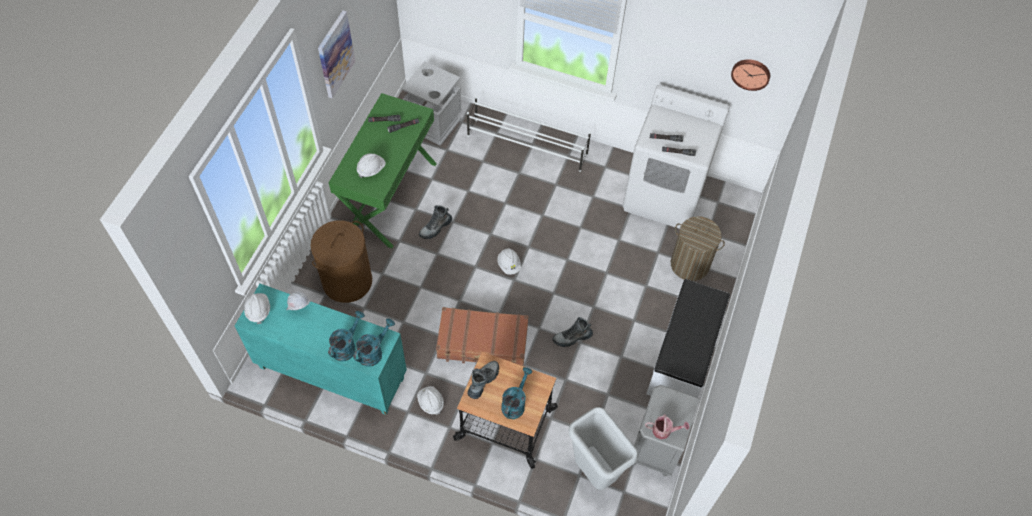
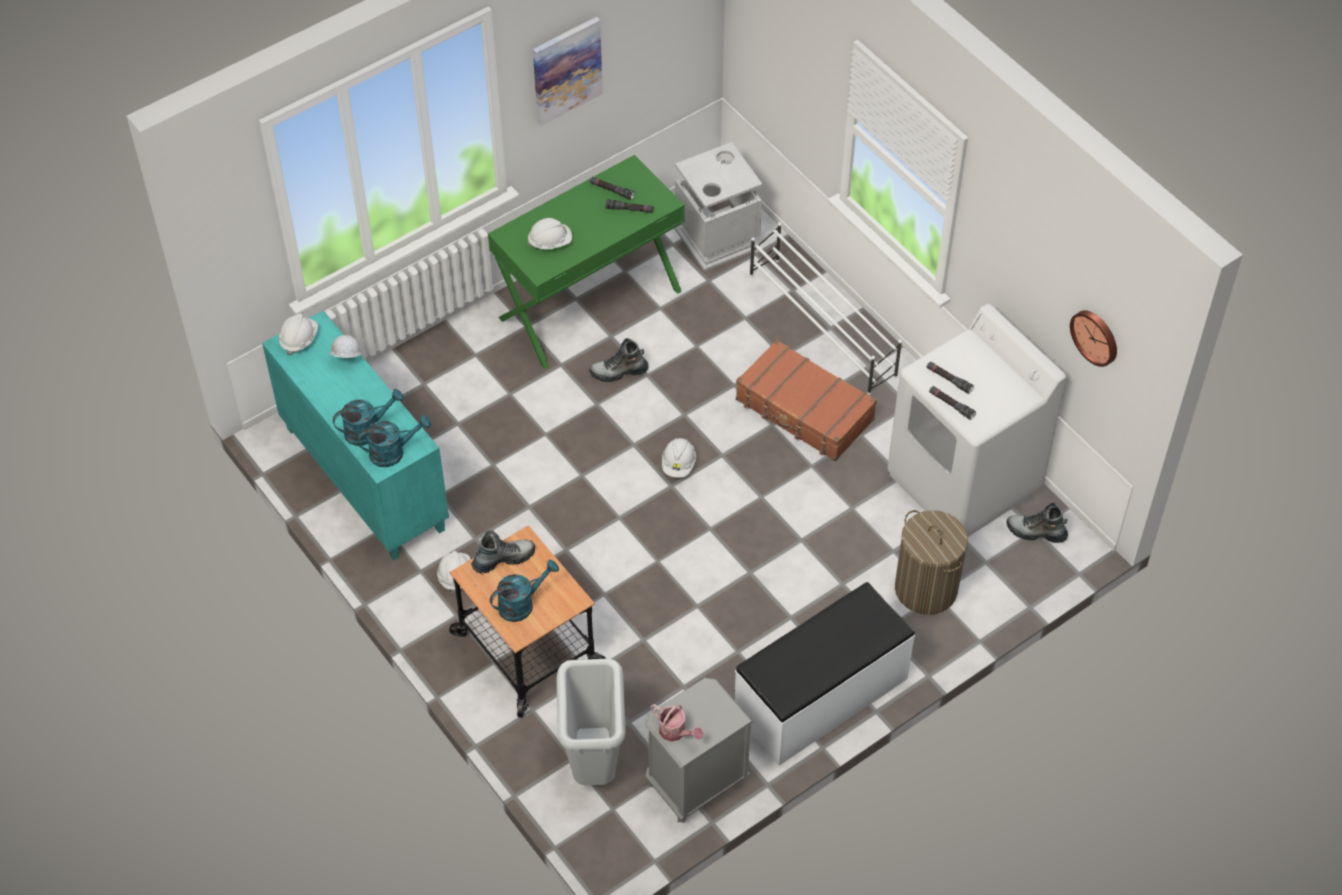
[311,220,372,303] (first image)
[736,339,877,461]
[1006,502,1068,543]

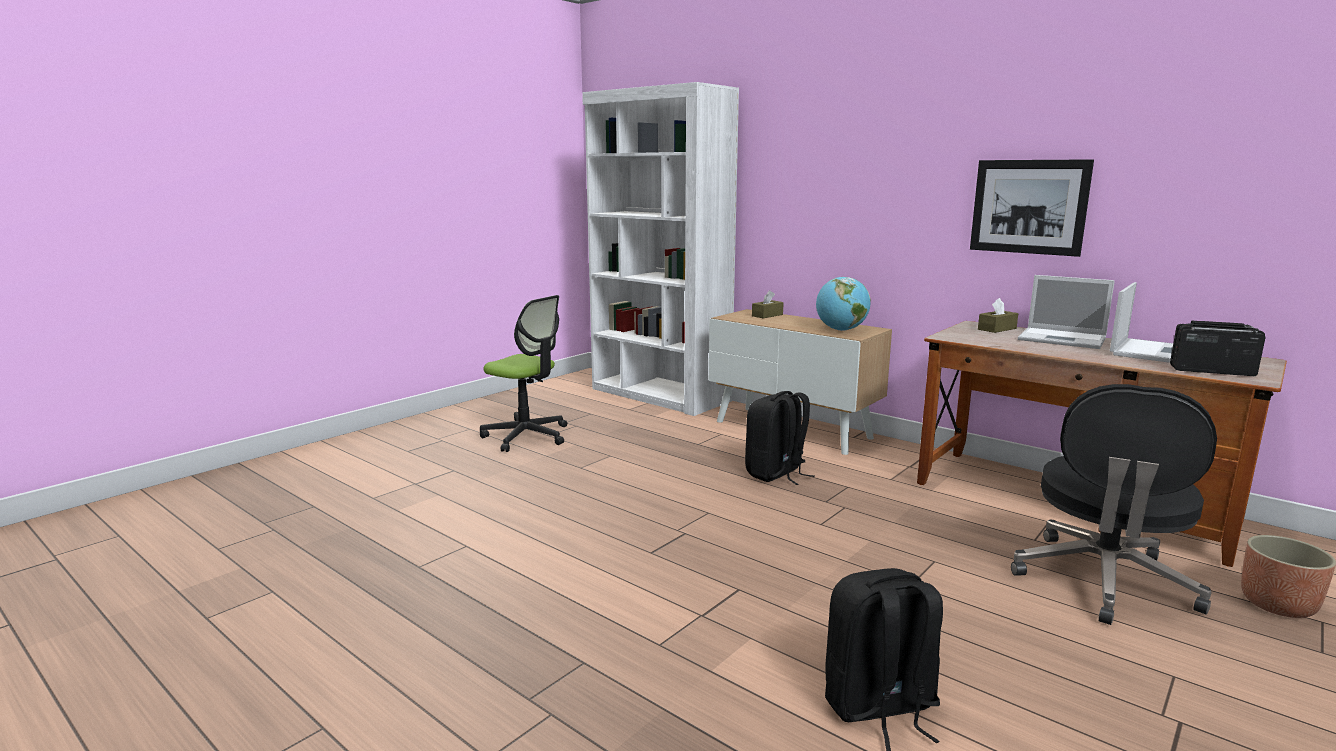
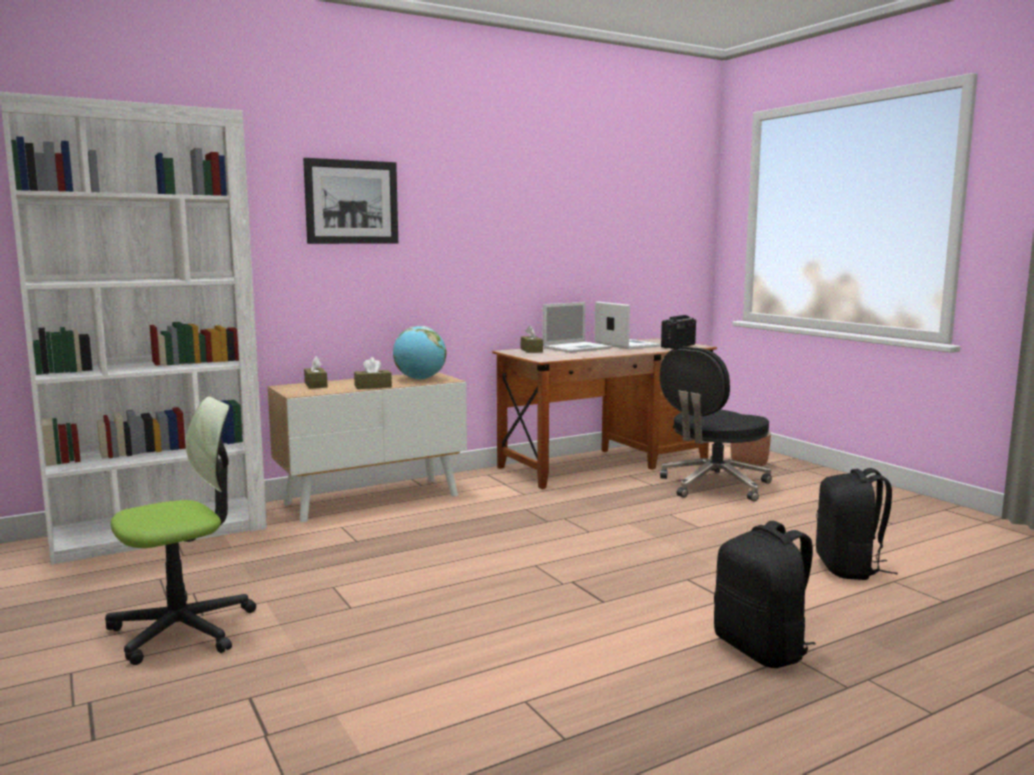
[354,357,392,389]
[714,521,816,668]
[303,158,398,244]
[660,346,772,502]

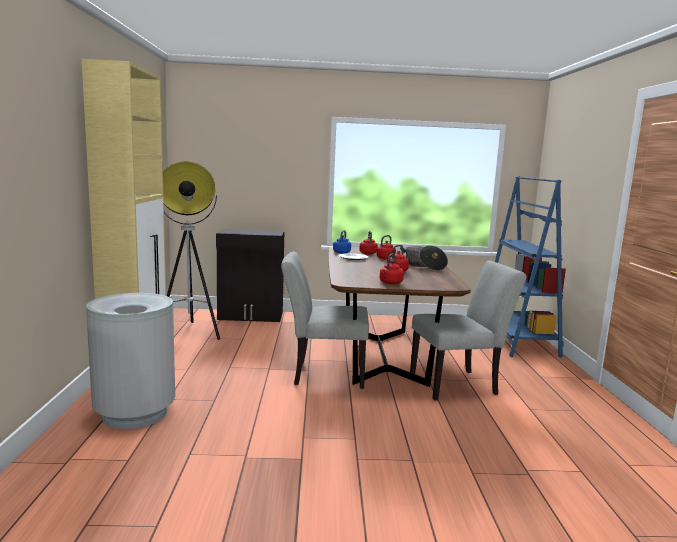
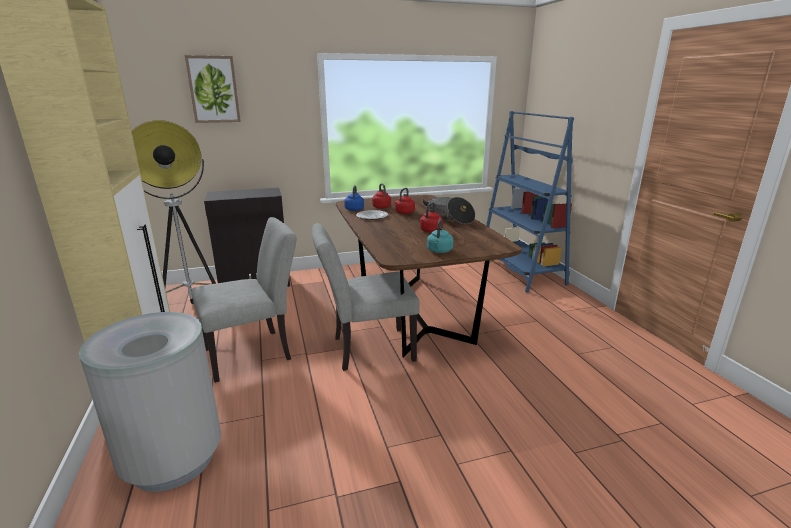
[185,55,241,123]
[191,217,297,383]
[427,219,453,253]

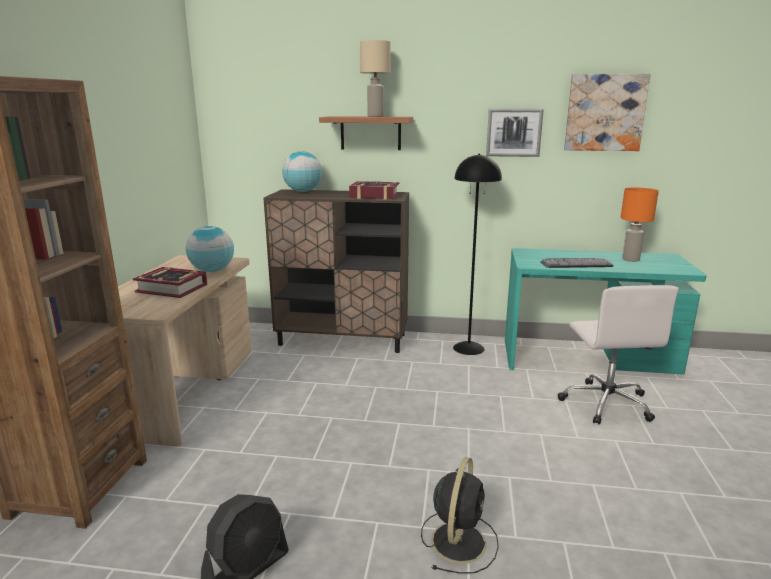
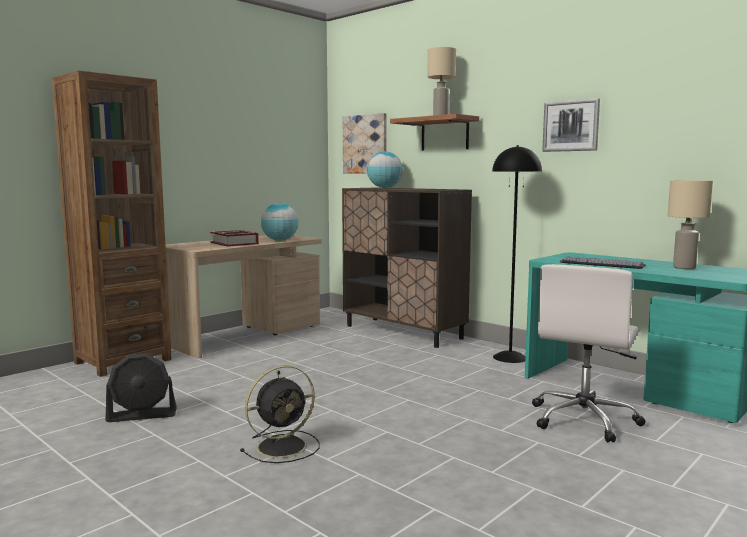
[349,181,399,200] (first image)
[343,113,387,173]
[668,180,713,269]

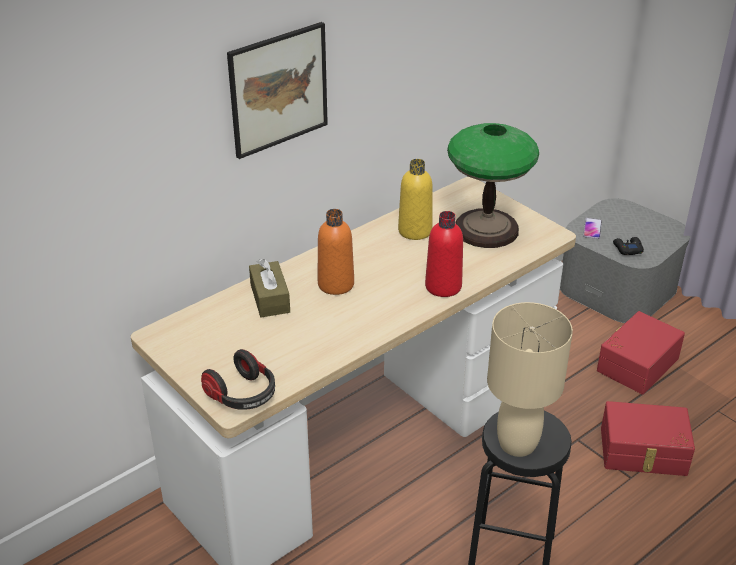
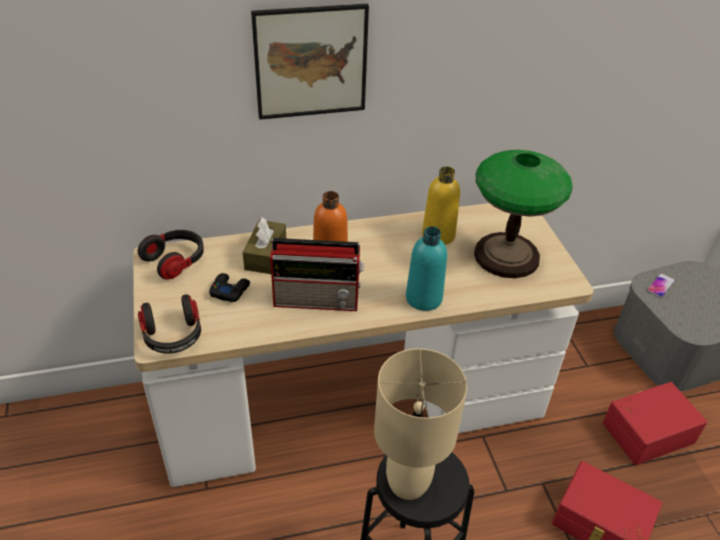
[138,230,204,280]
[270,238,364,311]
[209,273,250,302]
[406,226,447,311]

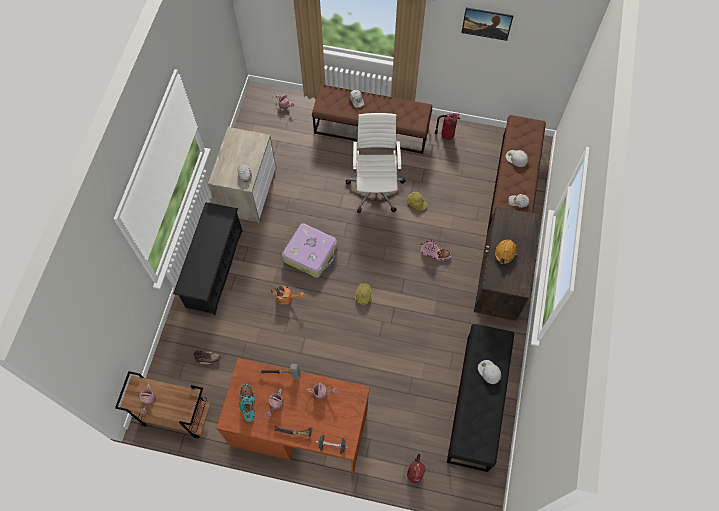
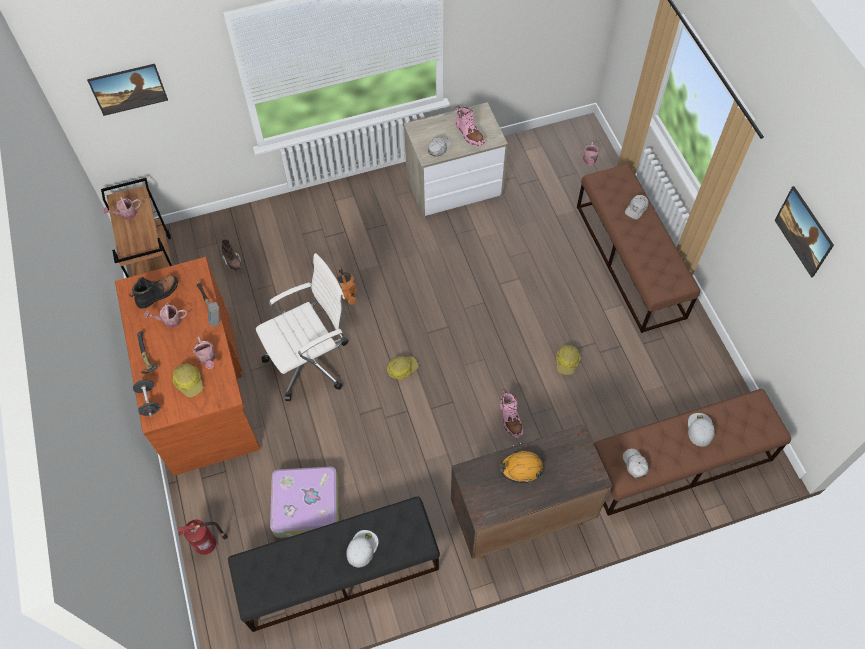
[173,202,243,315] (first image)
[435,113,460,140] (first image)
[87,64,168,116]
[172,363,204,398]
[456,106,485,146]
[270,467,338,538]
[256,253,348,401]
[129,275,178,309]

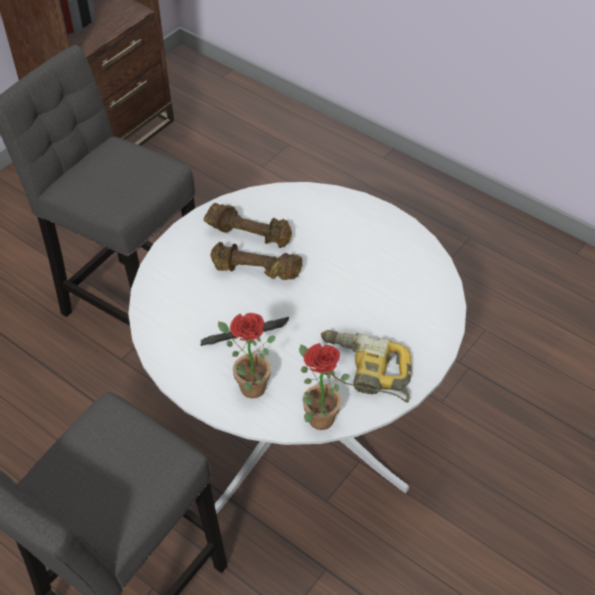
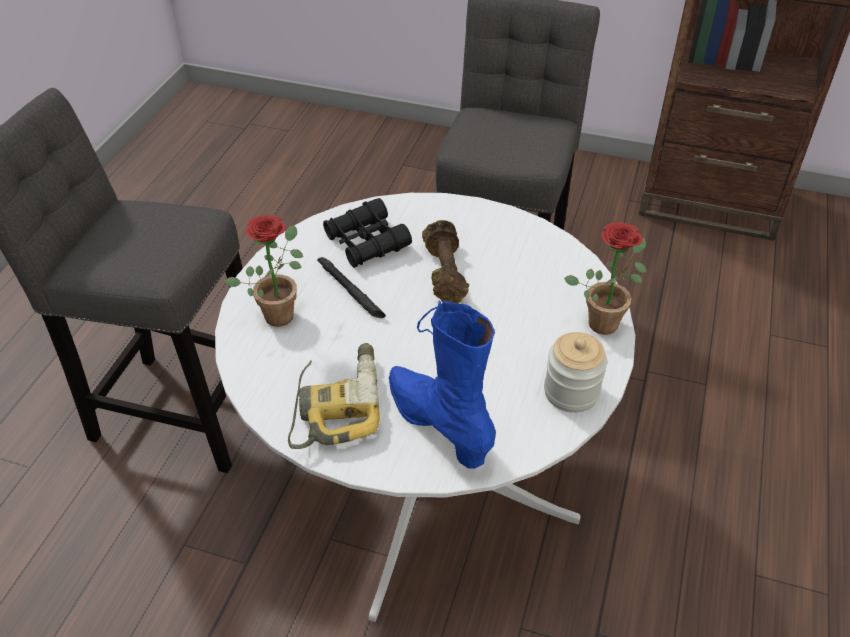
[204,203,292,248] (first image)
[323,198,412,268]
[389,301,496,469]
[544,332,607,413]
[564,222,647,335]

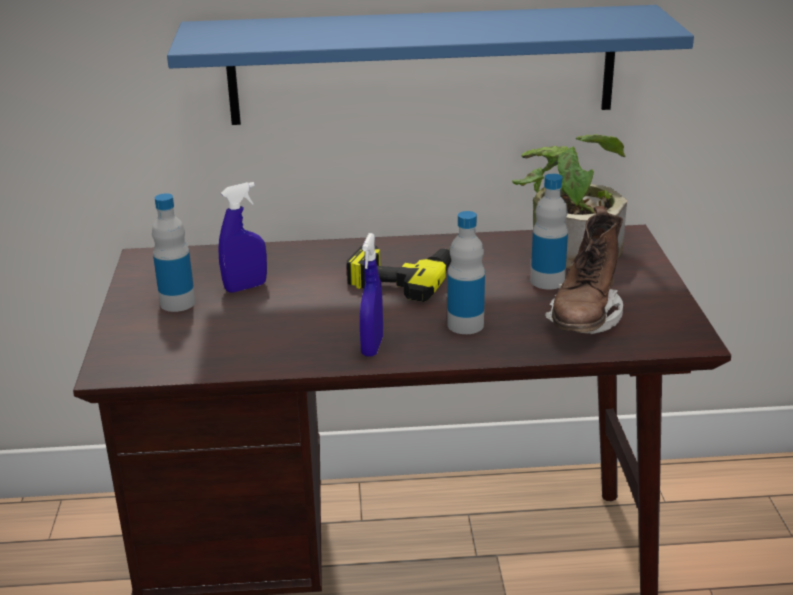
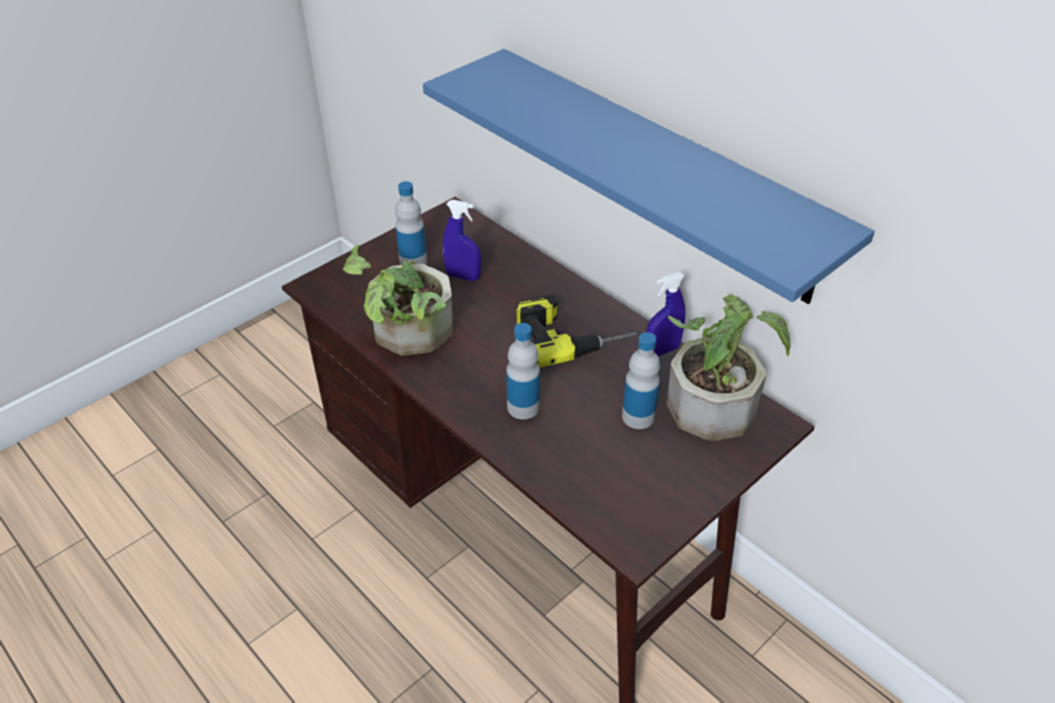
[545,206,623,334] (first image)
[343,245,453,356]
[646,272,685,357]

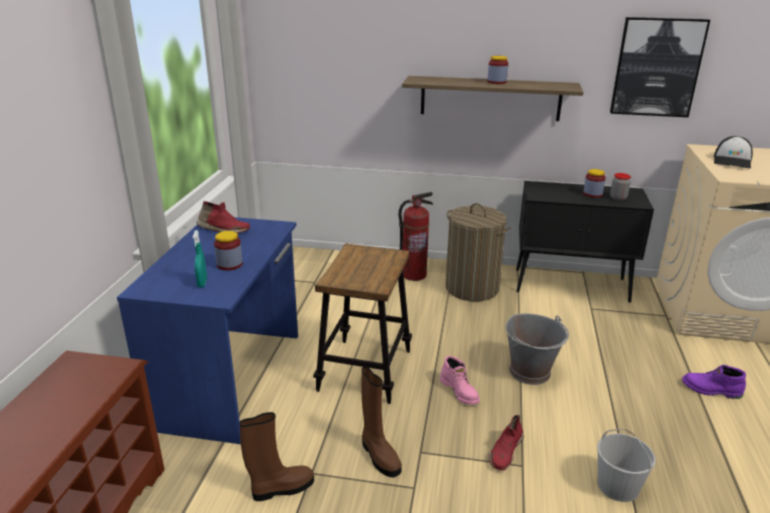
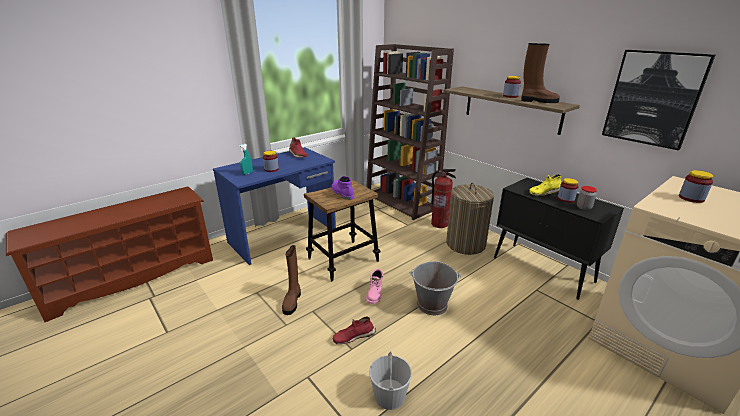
[366,44,454,220]
[529,174,562,195]
[521,43,560,103]
[332,176,354,200]
[679,170,713,203]

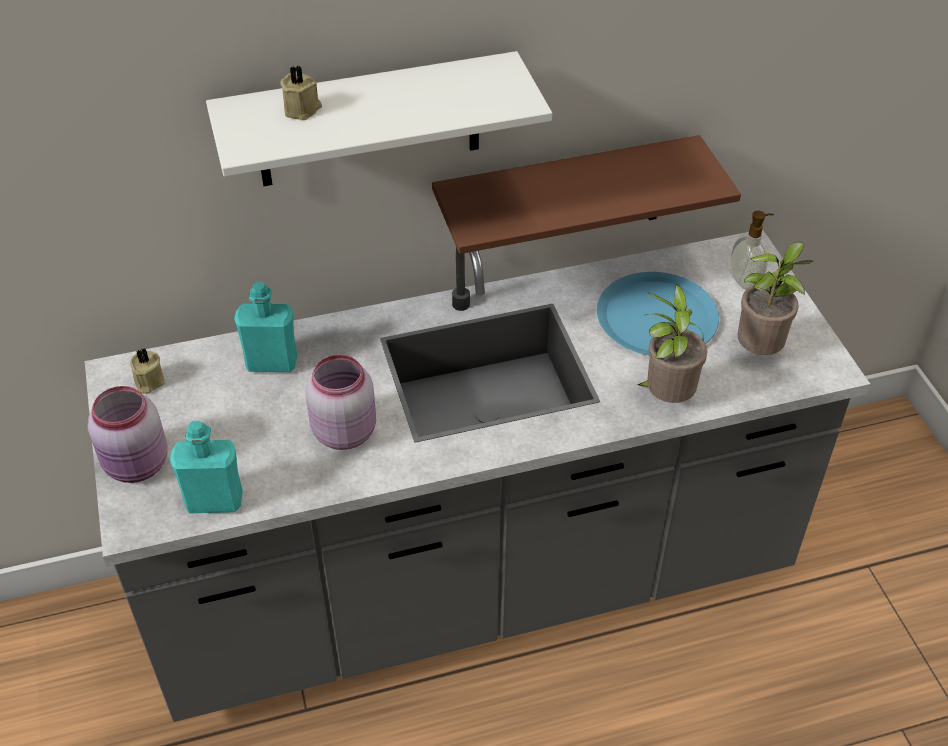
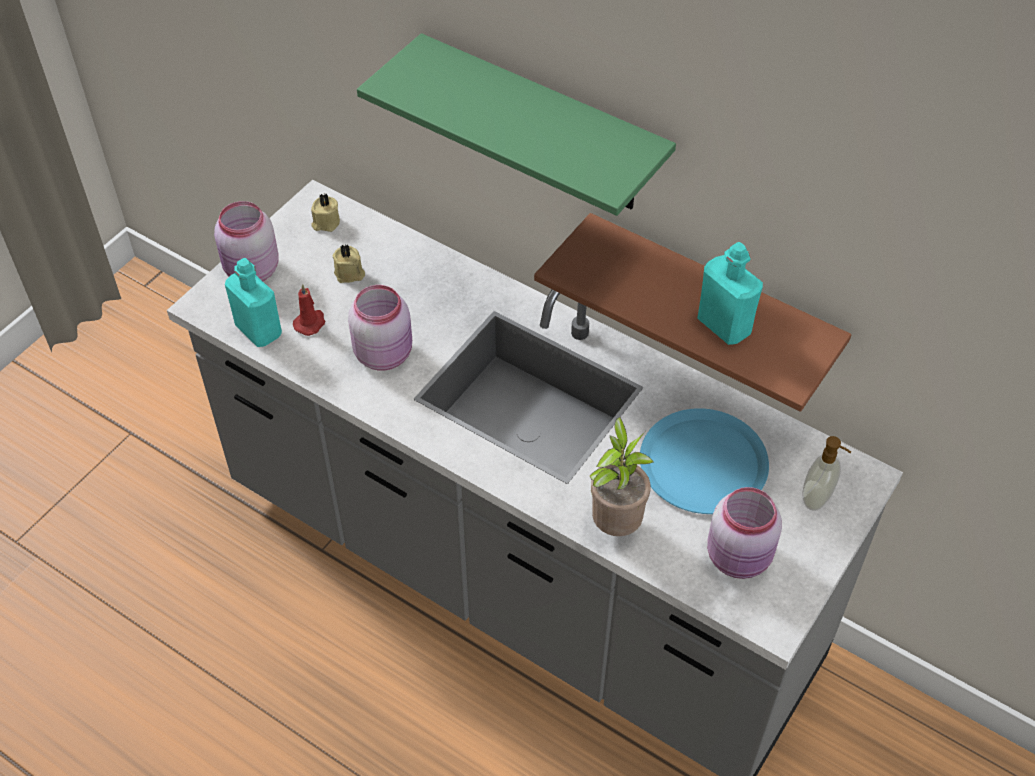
[293,284,325,336]
[697,242,763,345]
[333,245,365,283]
[707,487,782,579]
[357,33,676,216]

